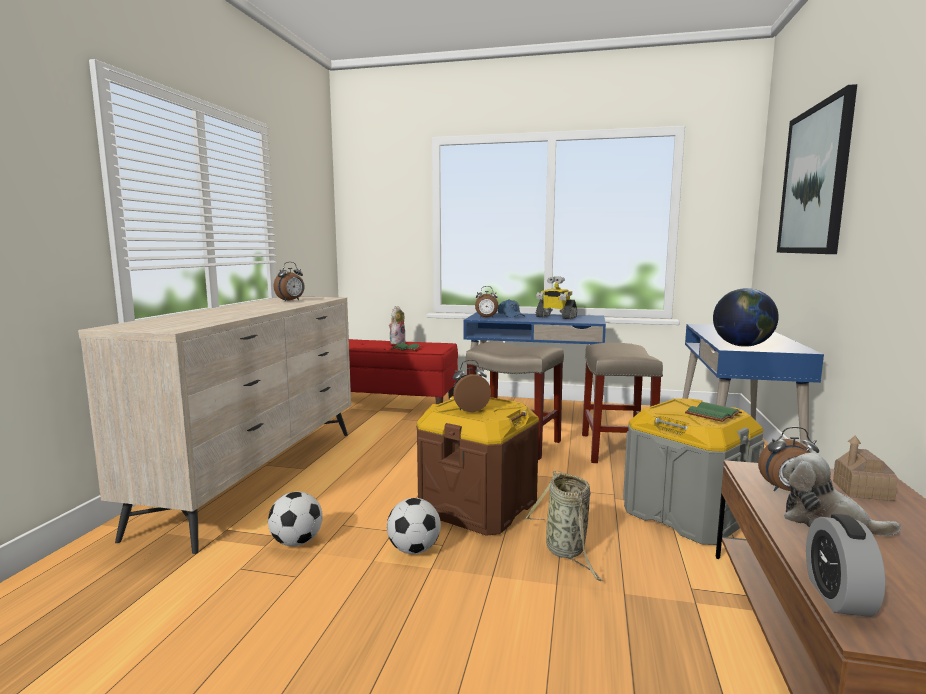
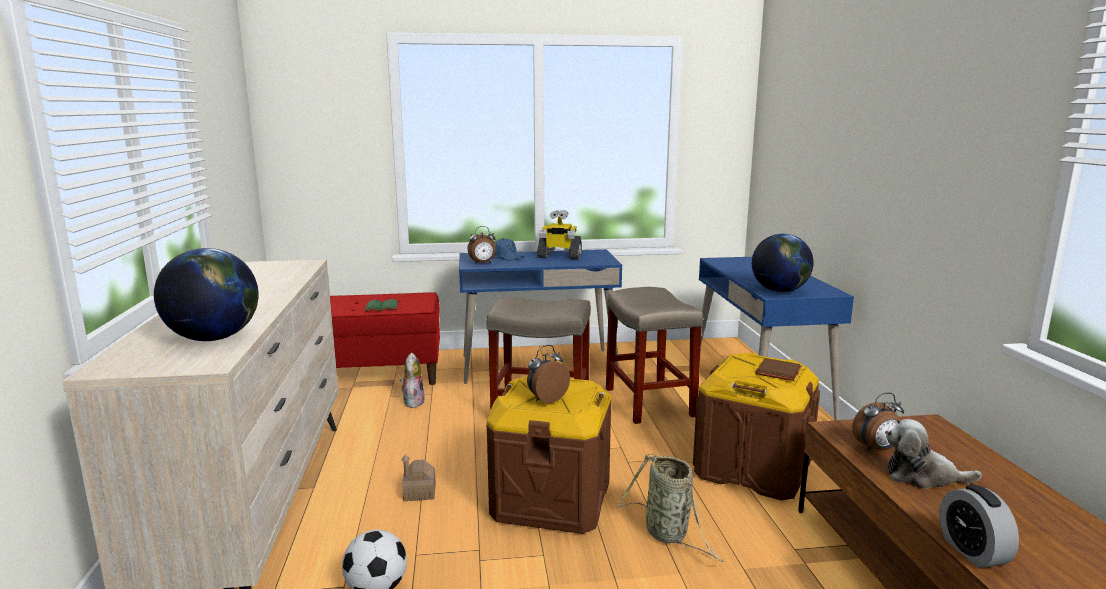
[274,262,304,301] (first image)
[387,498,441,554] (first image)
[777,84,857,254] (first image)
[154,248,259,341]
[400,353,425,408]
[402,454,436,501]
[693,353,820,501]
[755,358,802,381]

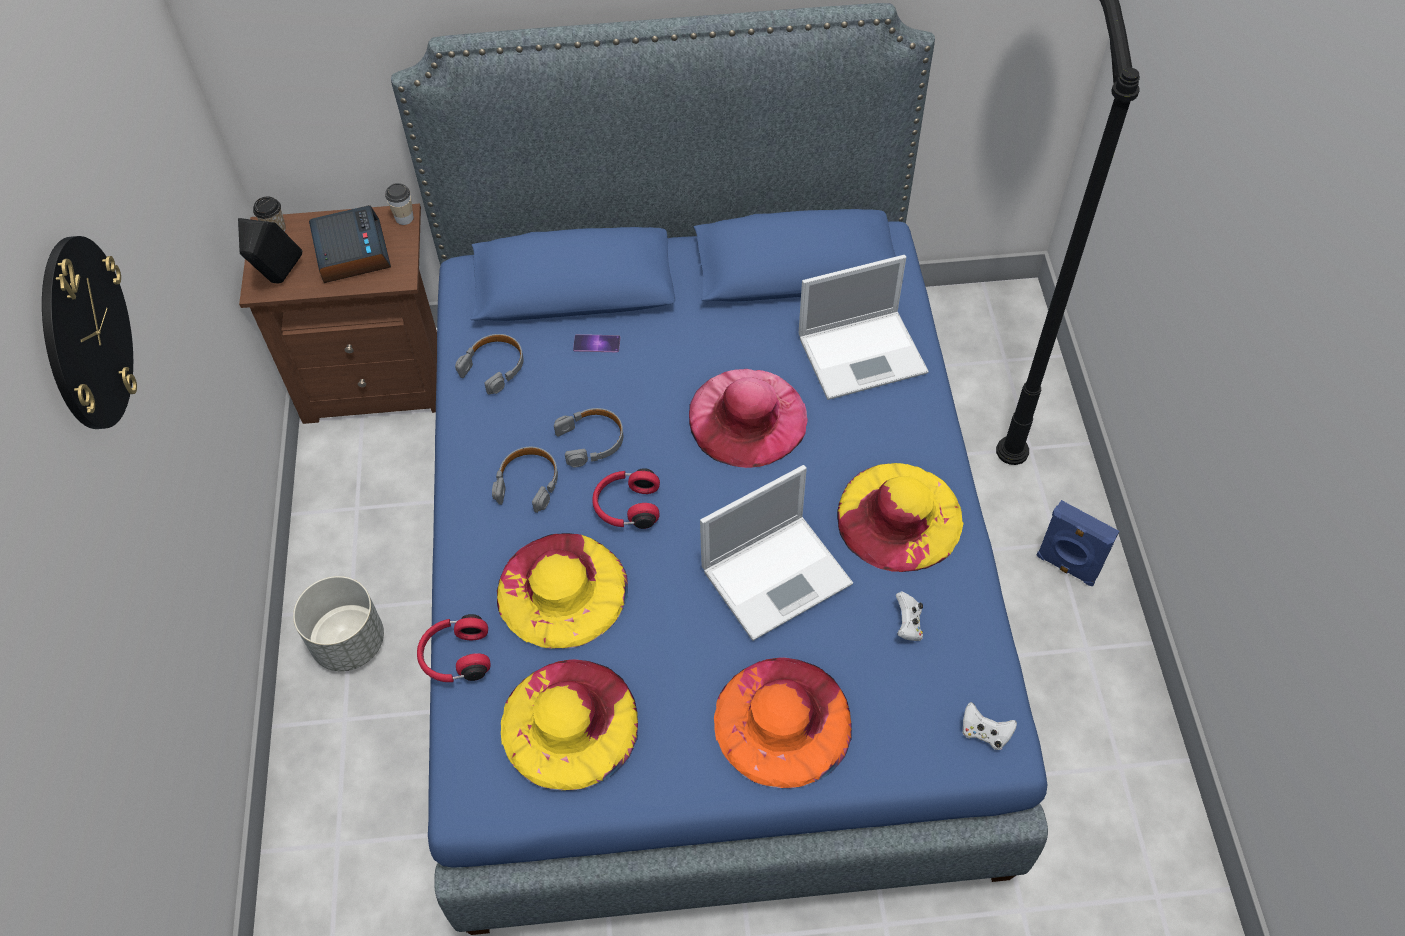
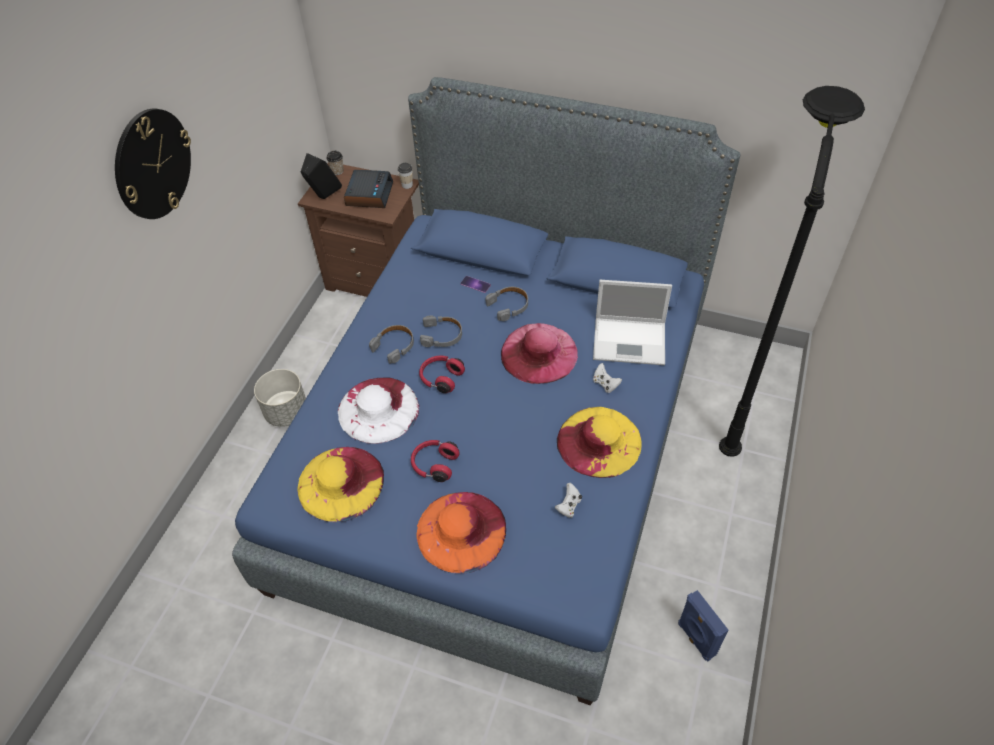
[700,465,853,641] (first image)
[411,440,460,482]
[485,287,528,321]
[593,363,622,393]
[678,590,729,661]
[338,377,420,444]

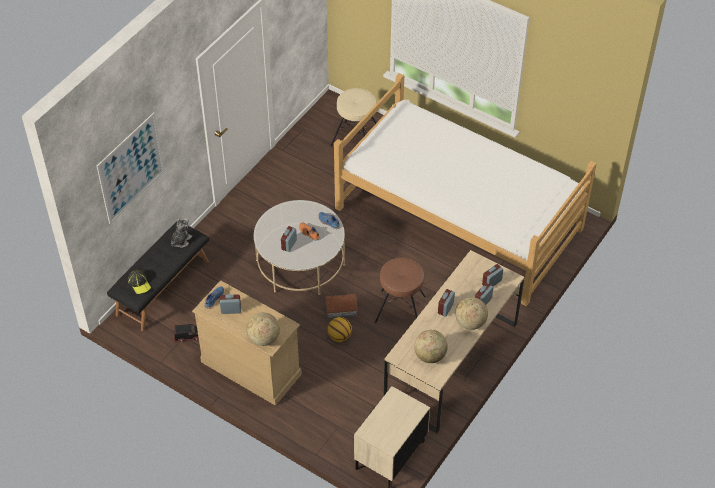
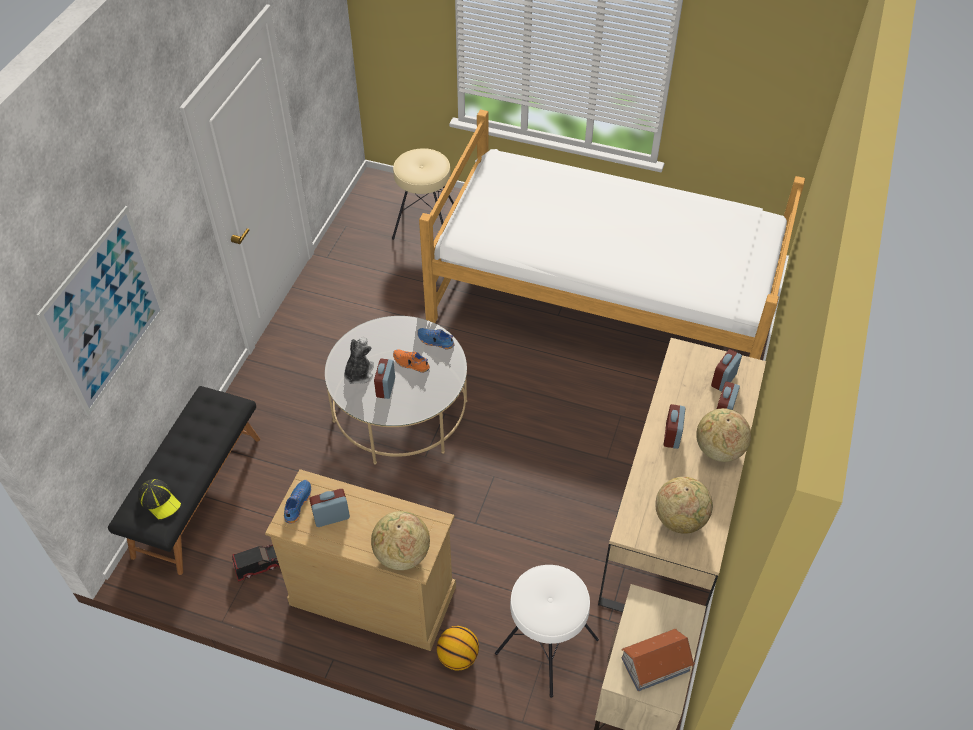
[375,257,426,323] (first image)
[495,565,599,698]
[344,337,374,384]
[621,629,695,691]
[437,626,479,671]

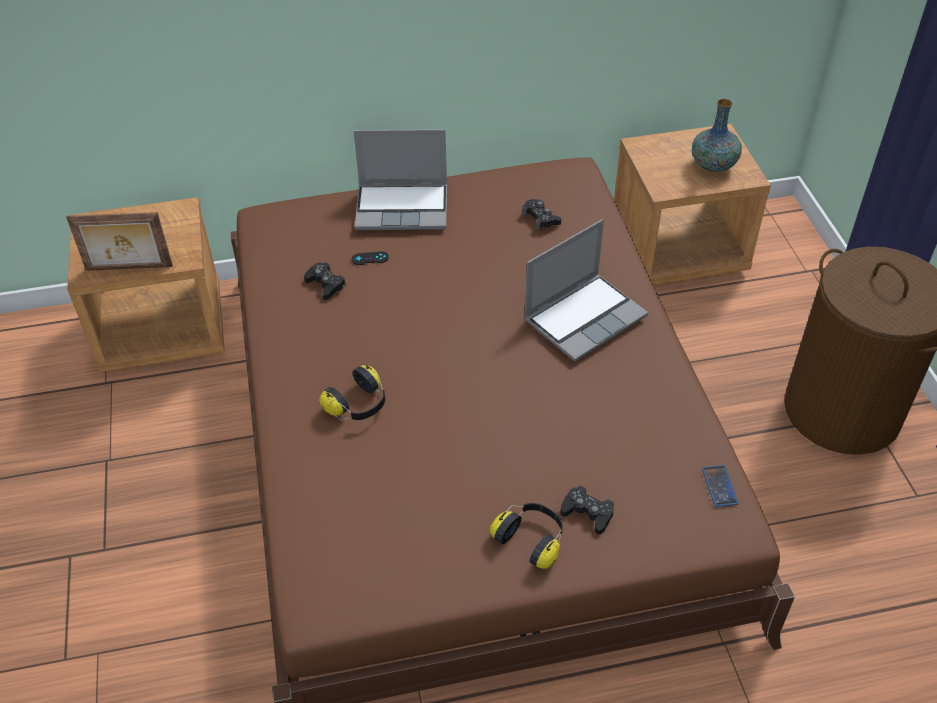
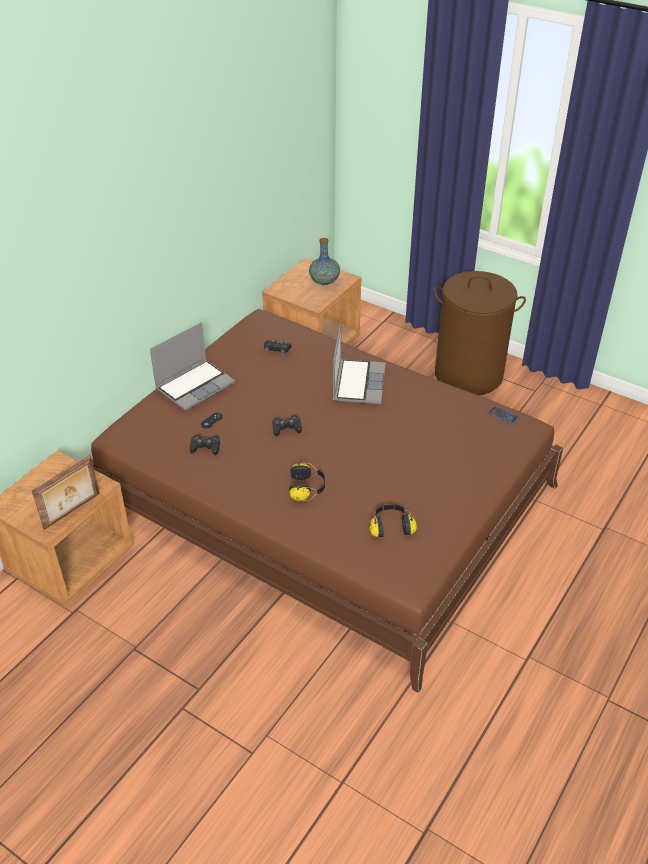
[370,504,417,537]
[272,415,302,436]

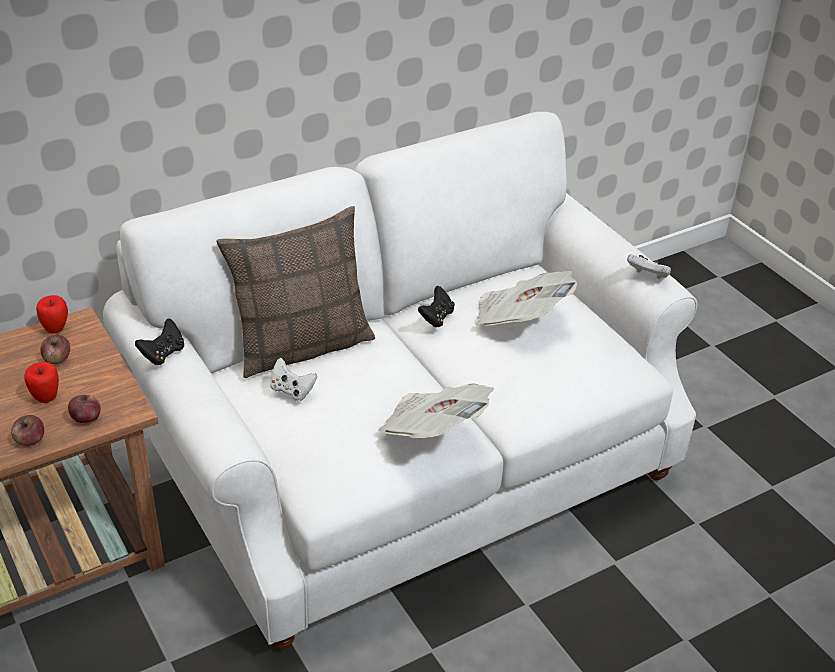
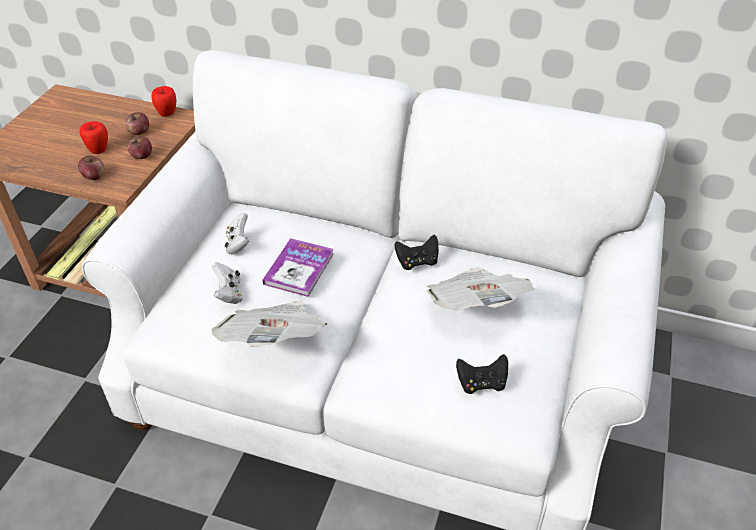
[216,206,375,378] (first image)
[263,238,334,297]
[128,136,152,159]
[456,354,508,394]
[212,262,242,304]

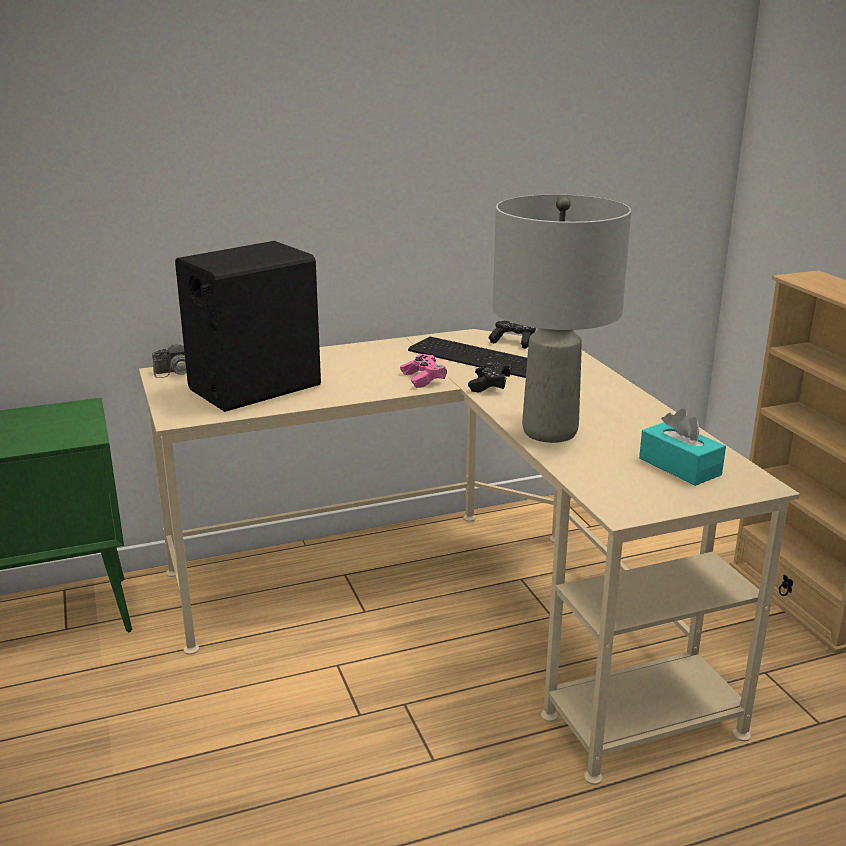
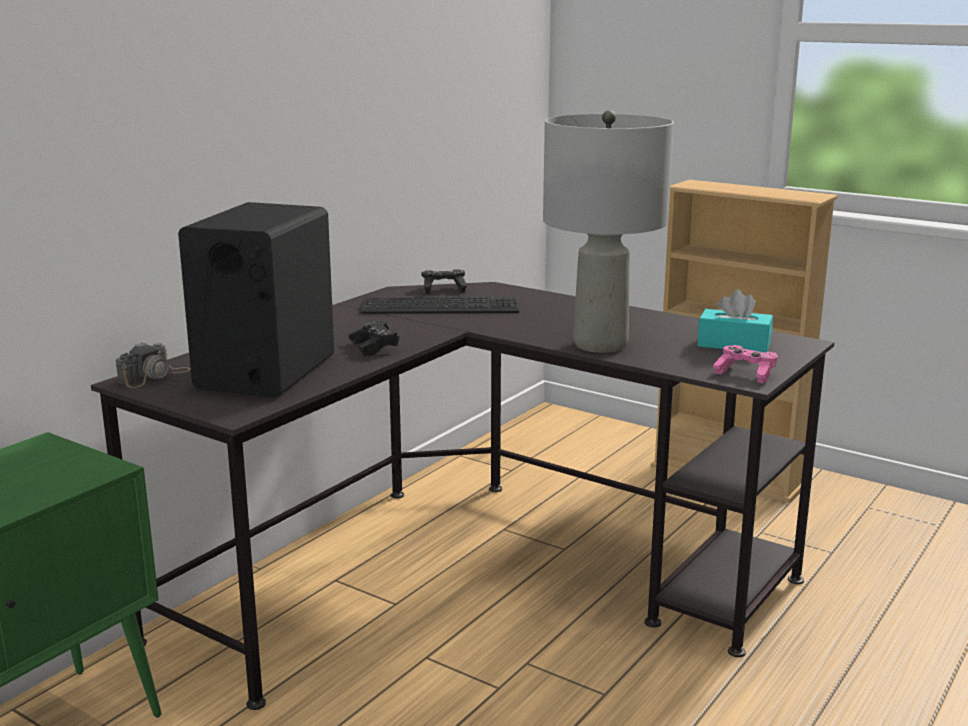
[713,345,778,383]
[348,321,399,356]
[91,282,834,710]

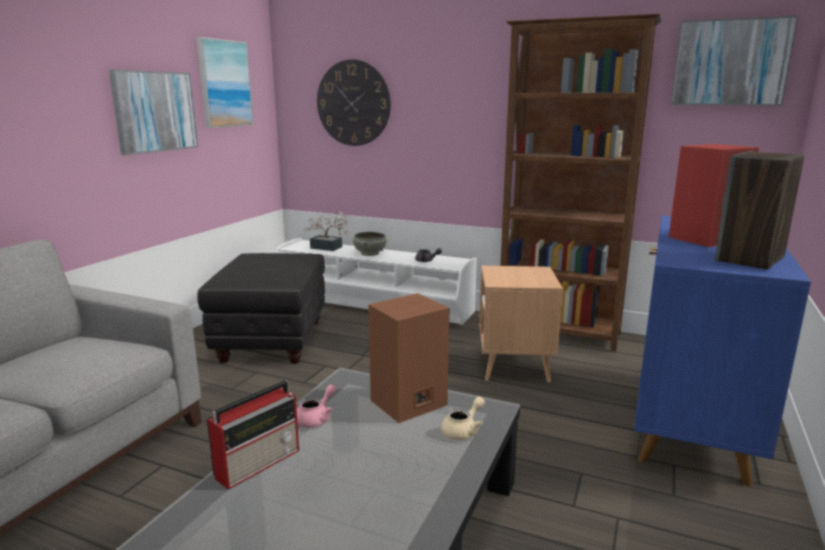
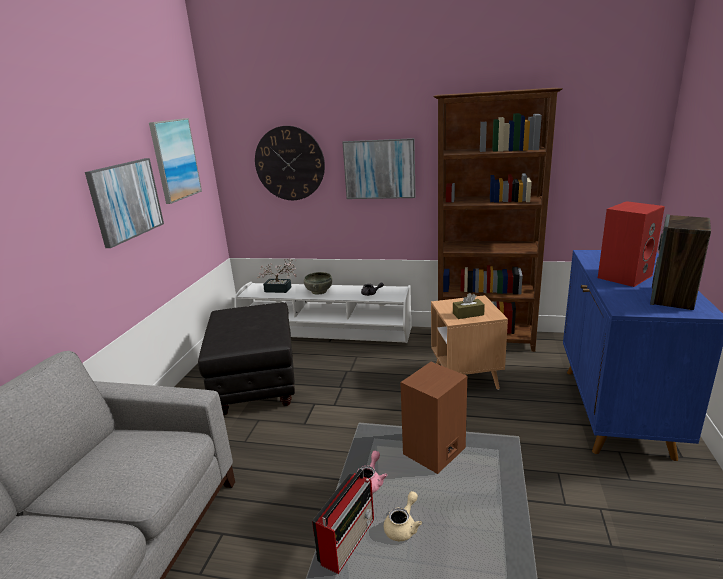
[453,293,485,319]
[384,491,422,541]
[343,138,416,199]

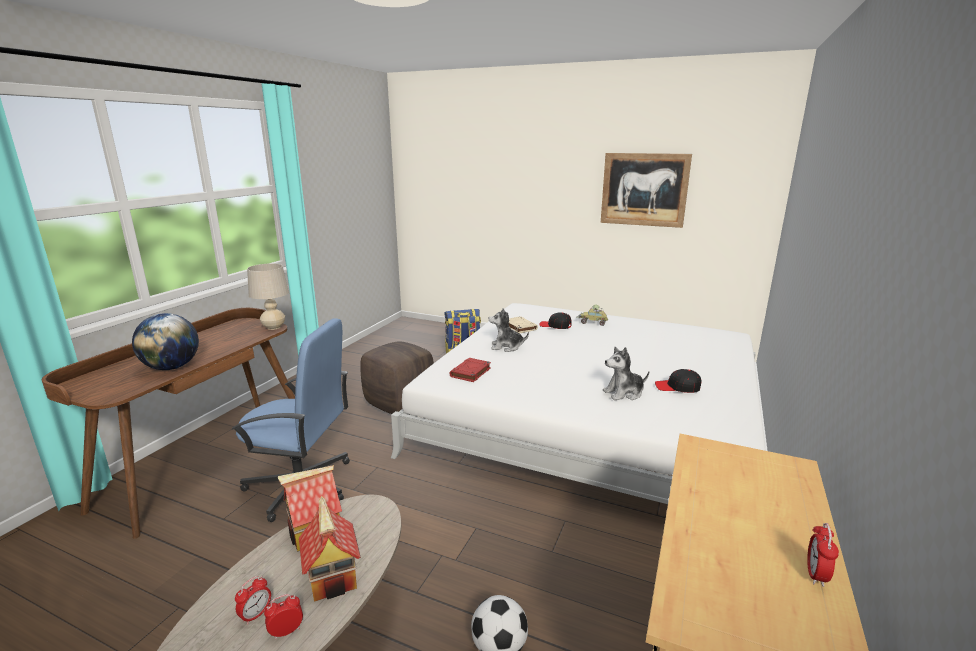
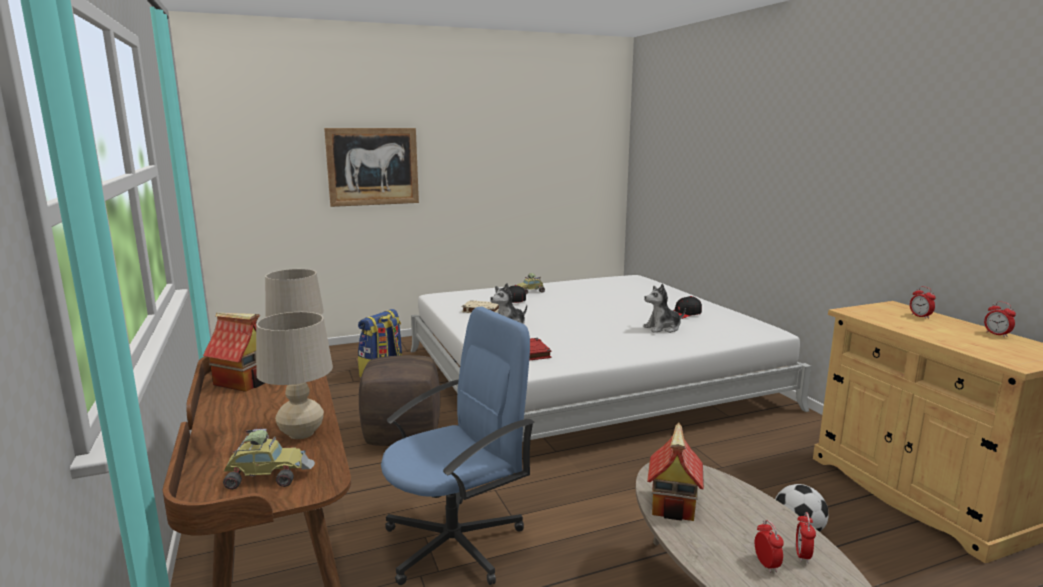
[223,427,315,490]
[910,286,936,319]
[203,313,265,392]
[324,128,419,207]
[256,312,333,439]
[643,284,686,333]

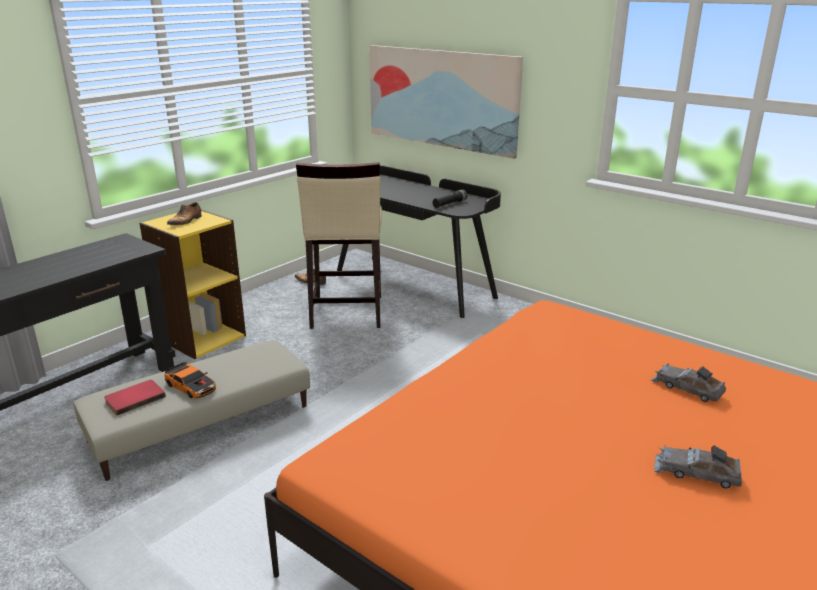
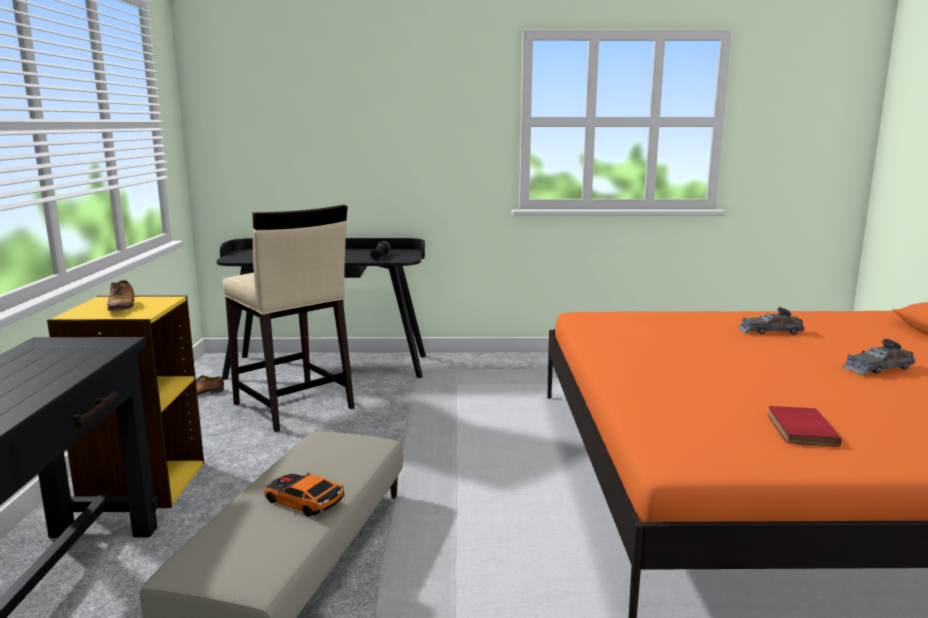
[369,45,523,159] (first image)
[768,406,841,447]
[264,473,345,517]

